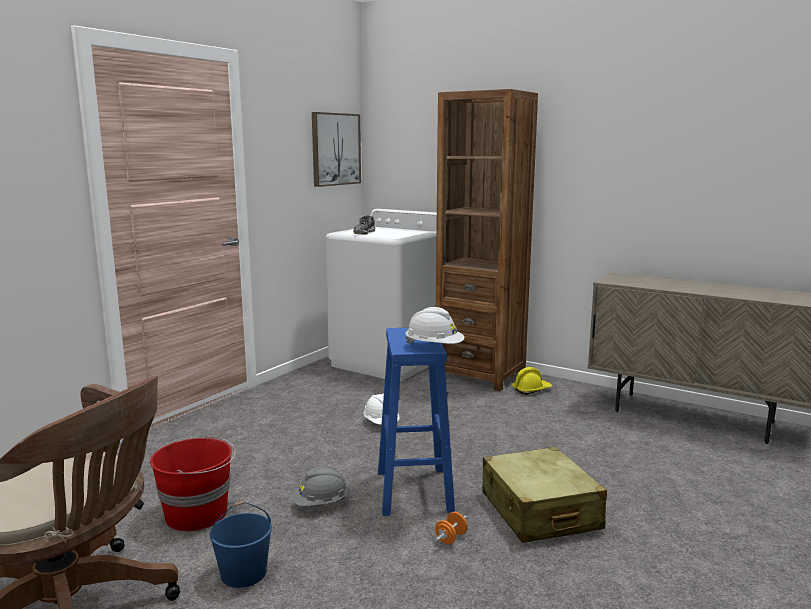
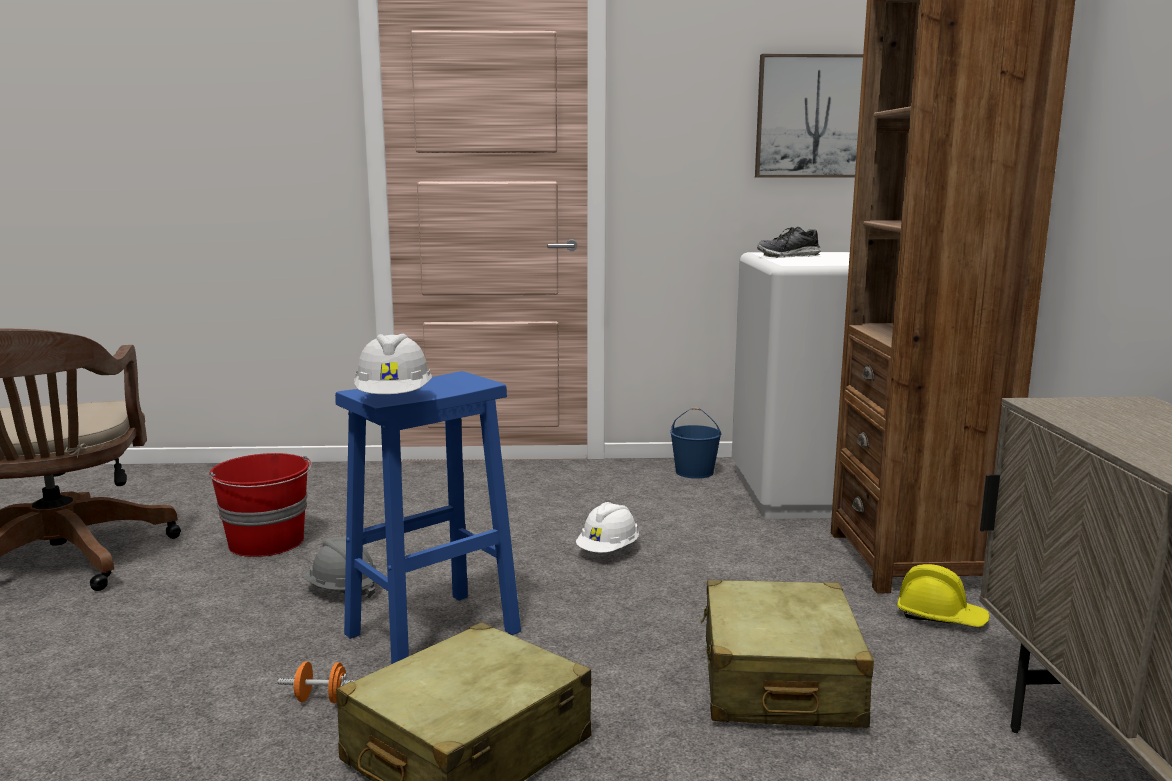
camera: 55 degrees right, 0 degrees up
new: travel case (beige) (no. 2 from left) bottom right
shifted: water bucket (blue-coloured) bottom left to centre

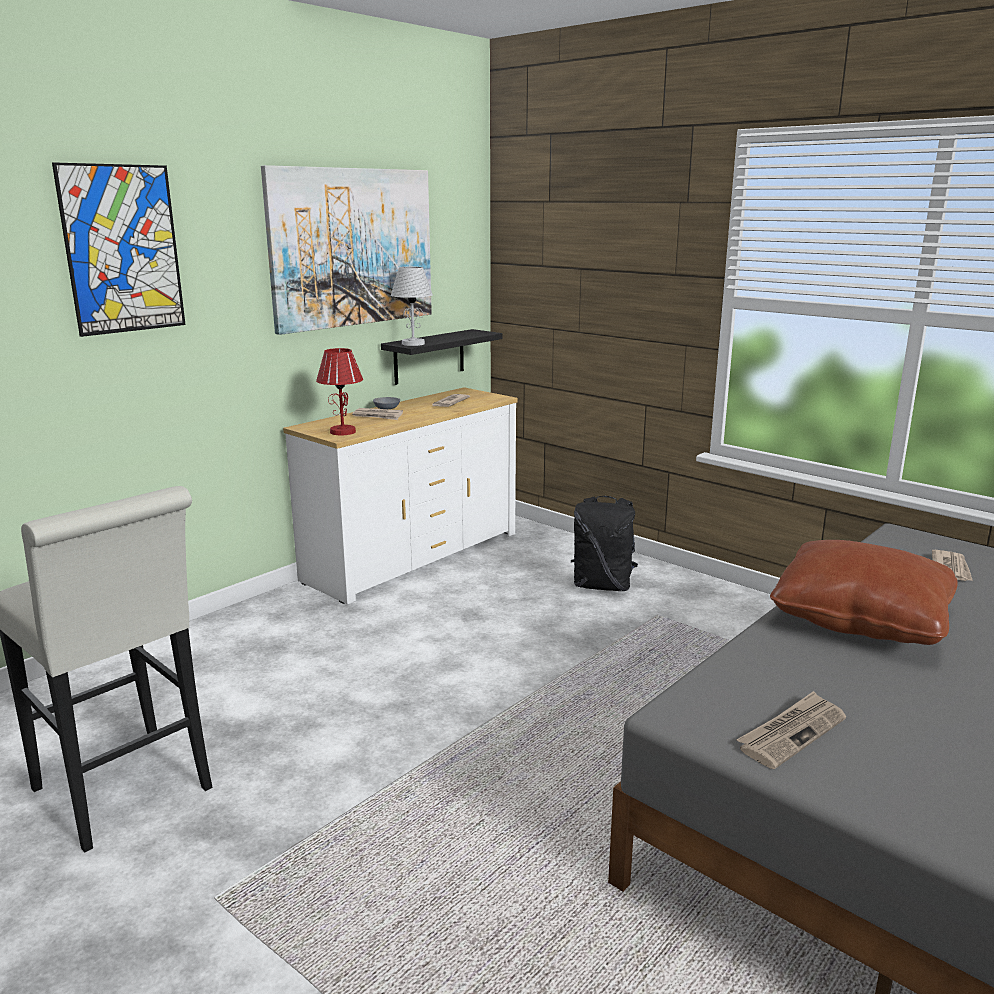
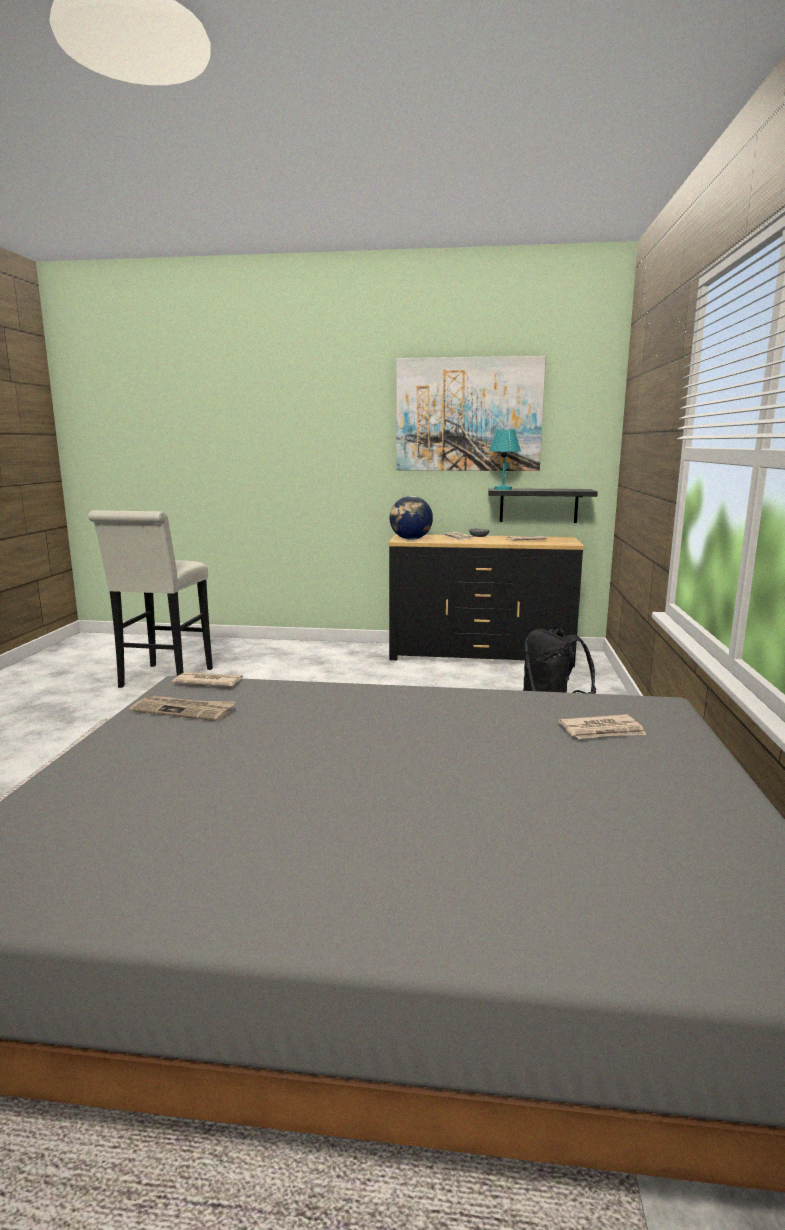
camera: 55 degrees right, 5 degrees down
gone: wall art (no. 1 from left) top left; throw pillow (brown) middle right
new: newspaper (no. 2 from left) middle left
swapped: lamp for a table (red) centre to desk globe centre
repainted: dresser (white-coloured) centre to dresser (black-coloured) centre; lamp for a table (white-coloured) top centre to lamp for a table (turquoise-coloured) centre

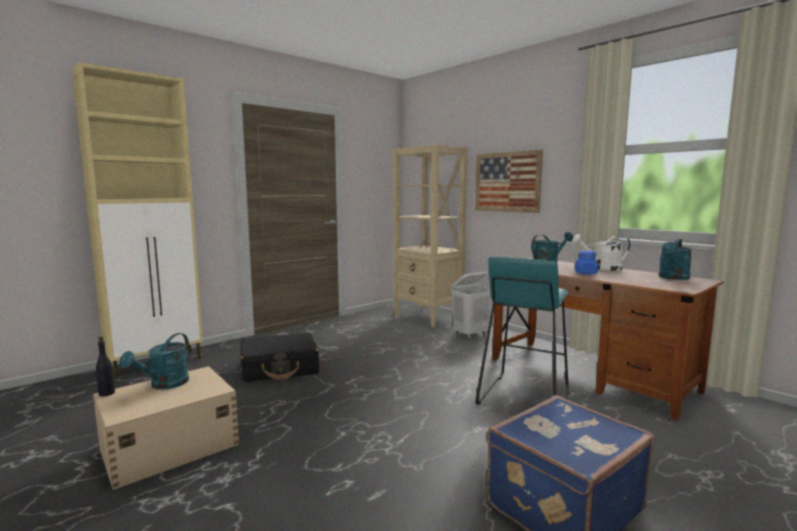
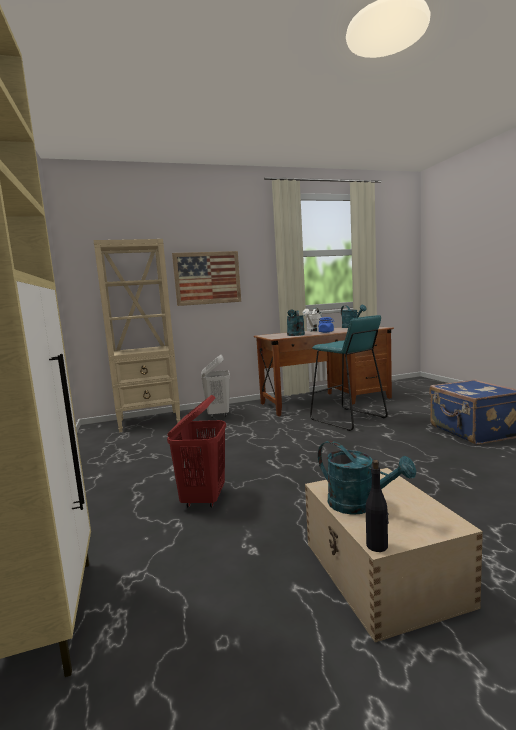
camera: 65 degrees left, 0 degrees up
swapped: travel case (black-coloured) bottom centre to washing basket (red) centre

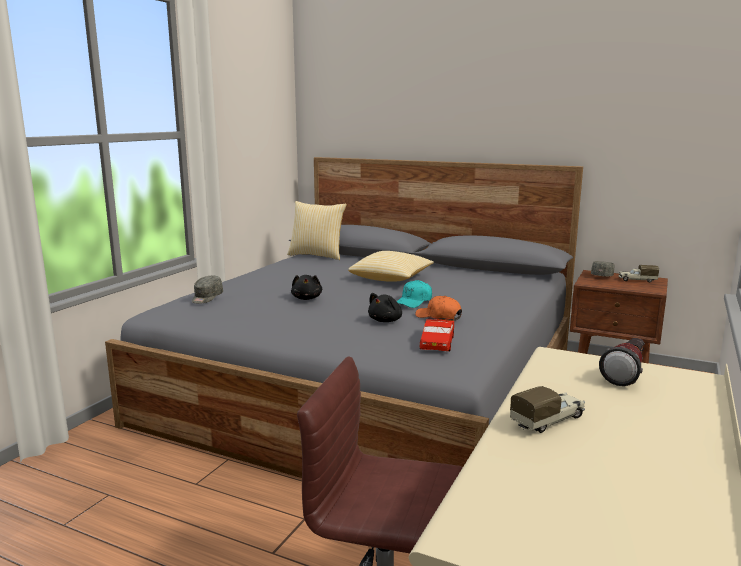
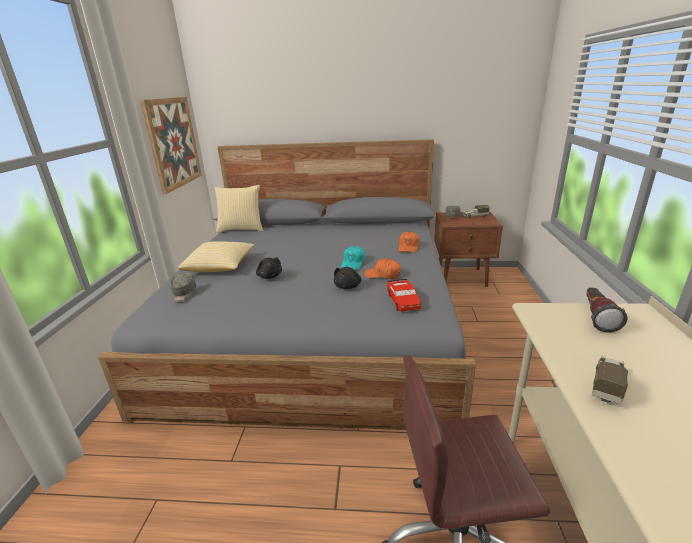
camera: 20 degrees left, 10 degrees up
new: wall art top left; baseball cap (orange) (no. 2 from left) centre
shifted: throw pillow (no. 2 from left in the first image) centre to throw pillow (no. 1 from left) middle left

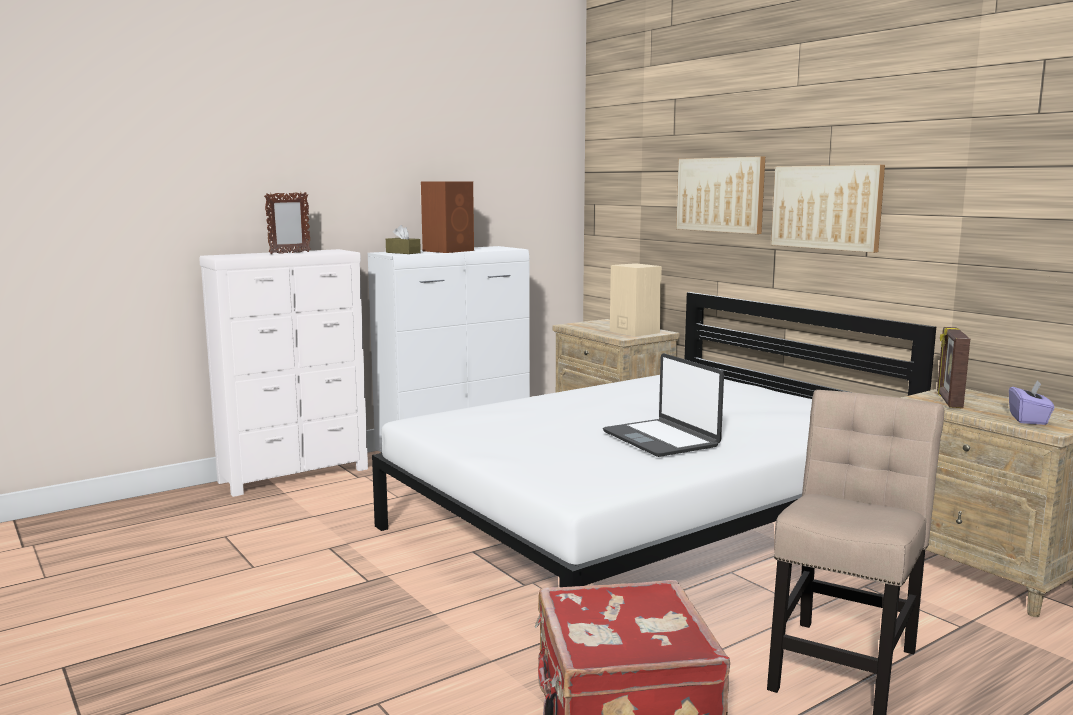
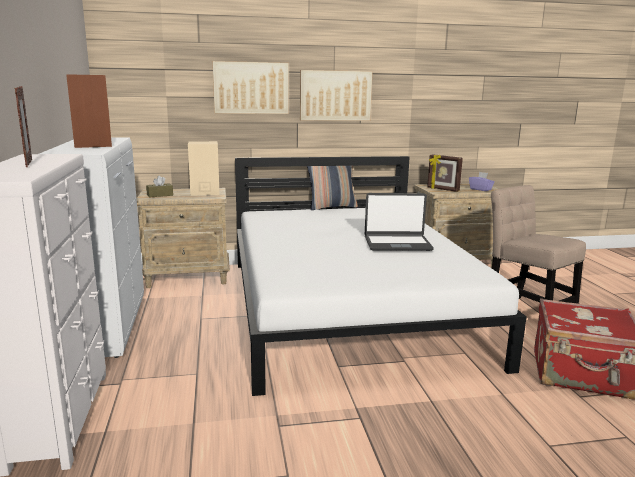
camera: 65 degrees left, 5 degrees up
new: throw pillow centre
shifted: box of tissues (brown) centre to middle left

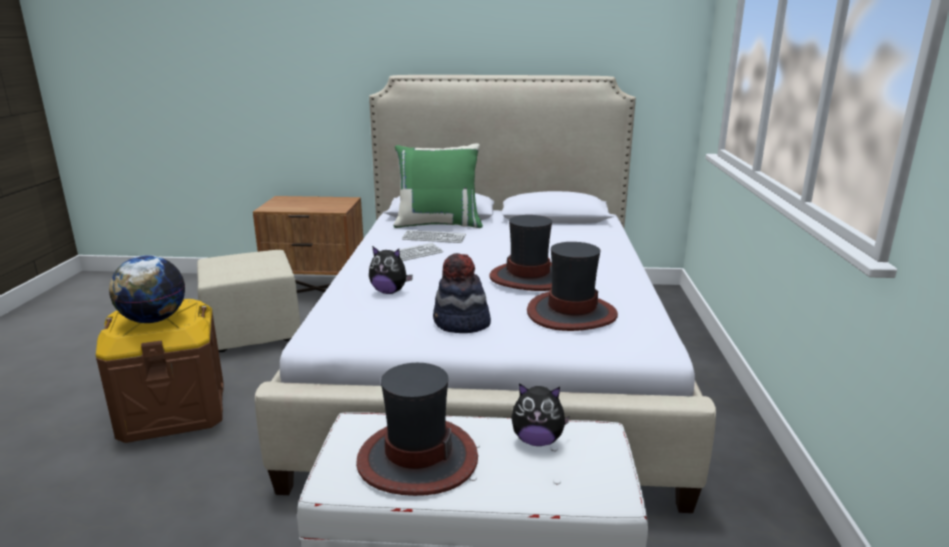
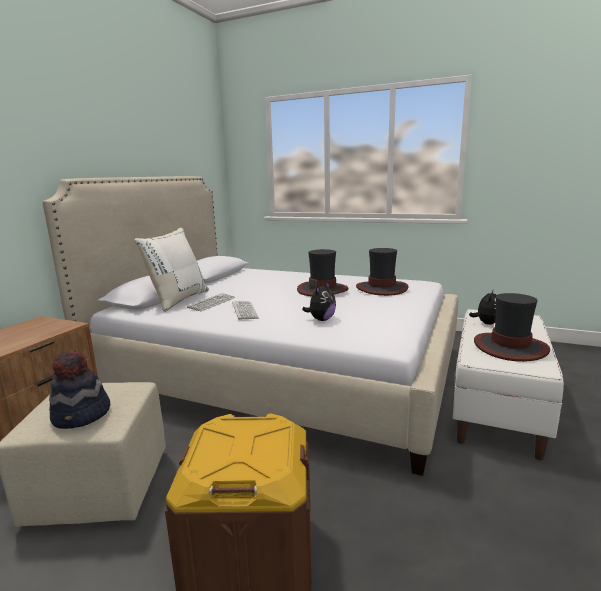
camera: 70 degrees left, 5 degrees down
gone: desk globe middle left
shifted: hat (no. 2 from left in the first image) centre to hat (no. 1 from left) middle left
repainted: throw pillow (green) centre to throw pillow (white-coloured) middle left

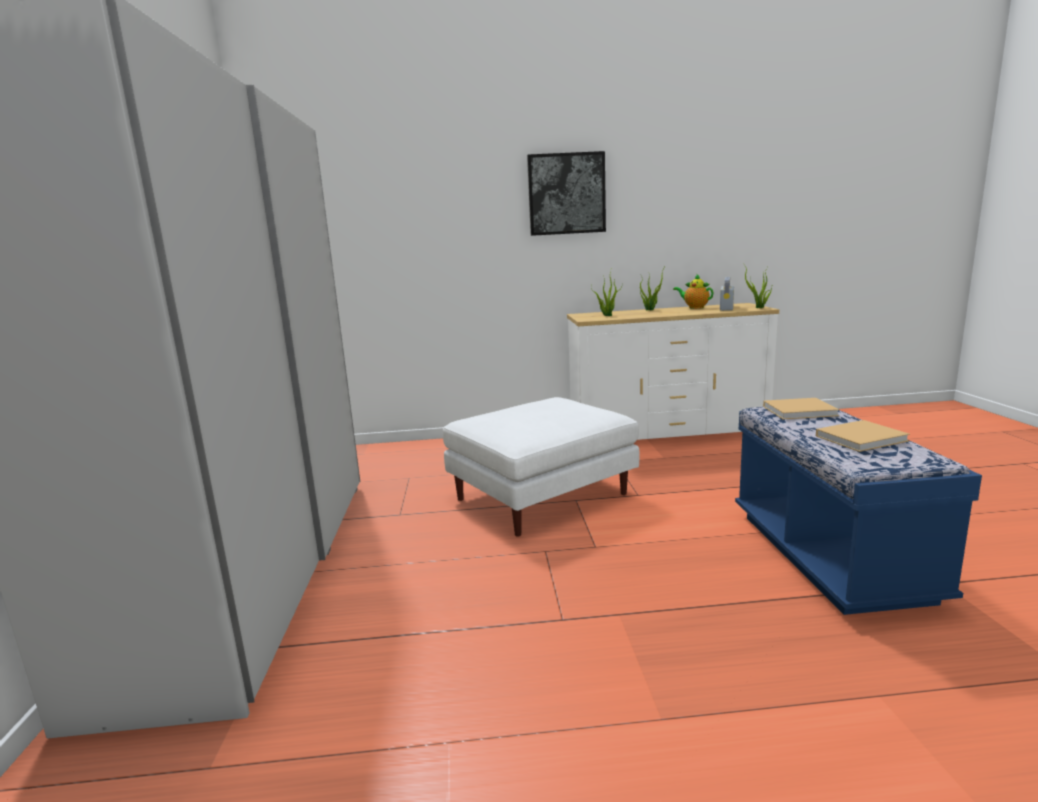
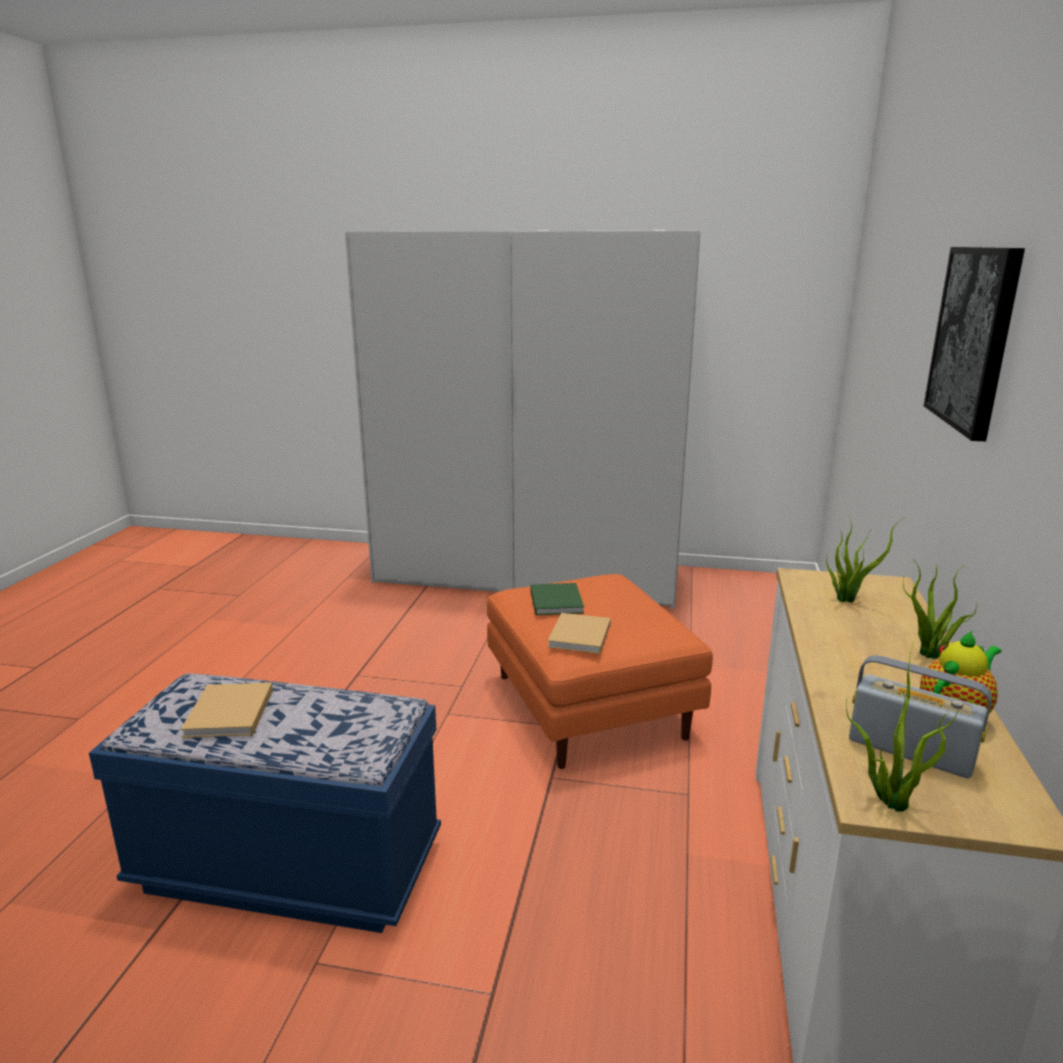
camera: 105 degrees right, 5 degrees up
new: bound book (green) centre
shifted: bound book (beige) (no. 1 from left in the first image) middle right to bound book (beige) (no. 2 from left) centre
repainted: ottoman (white-coloured) centre to ottoman (orange) centre

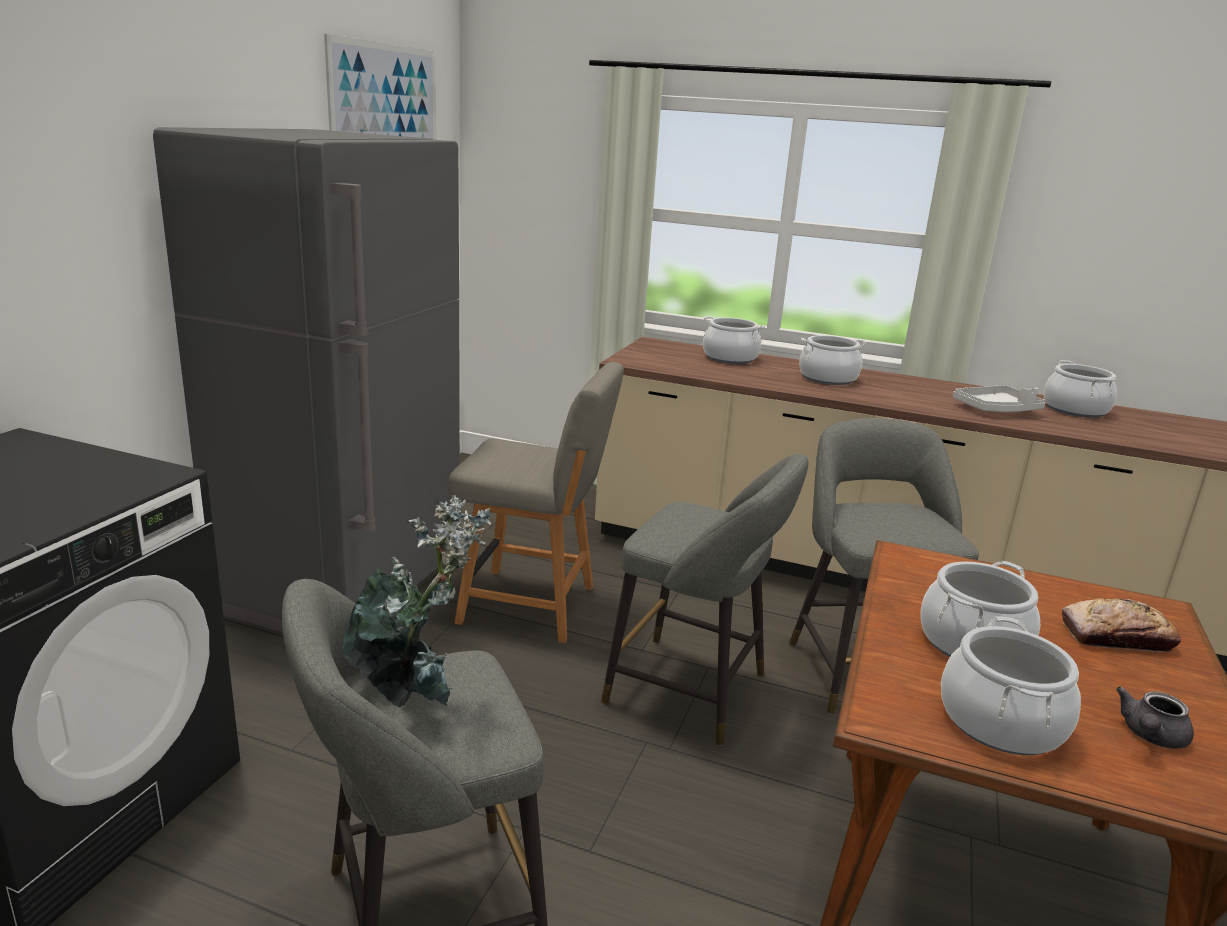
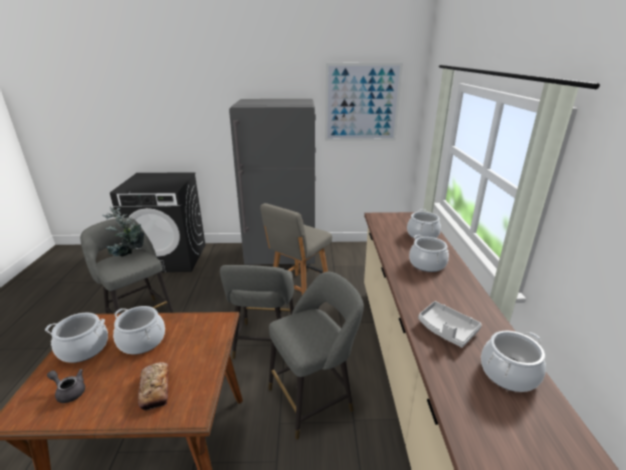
camera: 70 degrees right, 5 degrees up
rotated: plain chair (grey) centre = centre 45 degrees clockwise

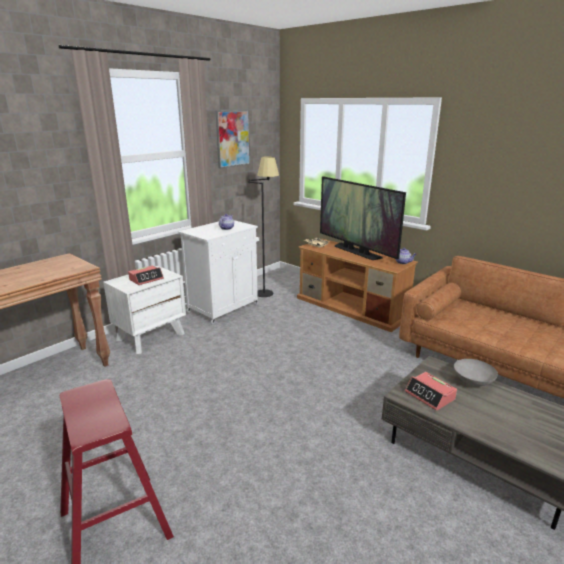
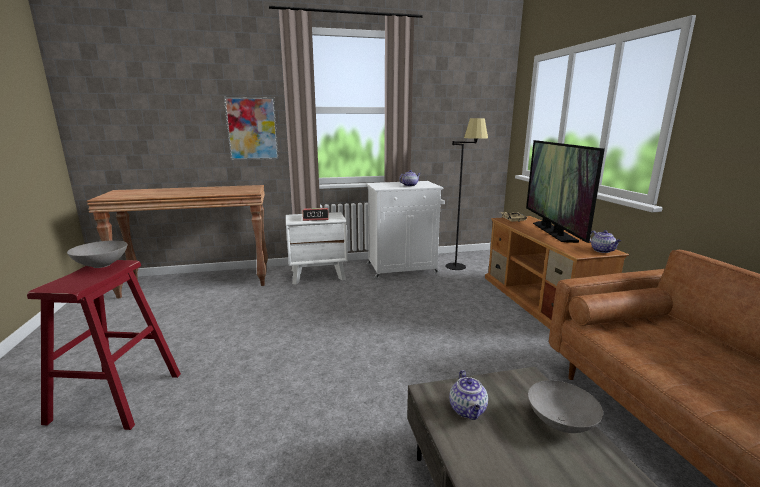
camera: 35 degrees right, 5 degrees down
new: deep dish (grey) (no. 1 from left) middle left
shifted: wall art top centre to top left
swapped: alarm clock (no. 2 from left) bottom right to pot for tea (no. 2 from left) bottom centre

